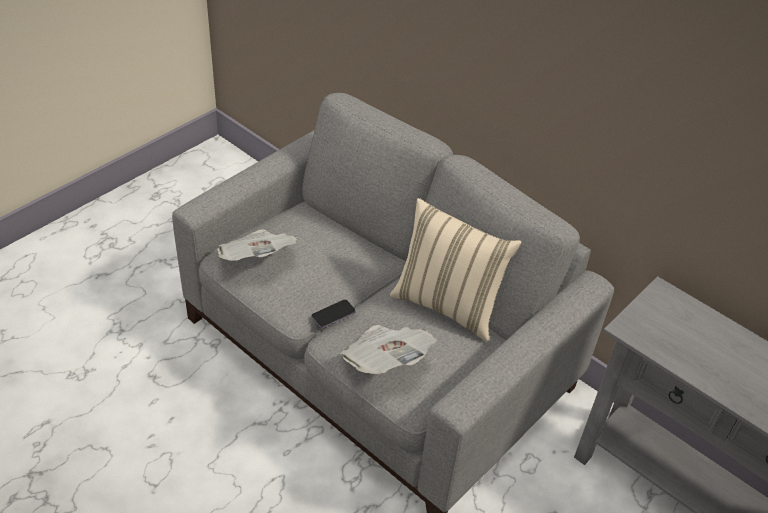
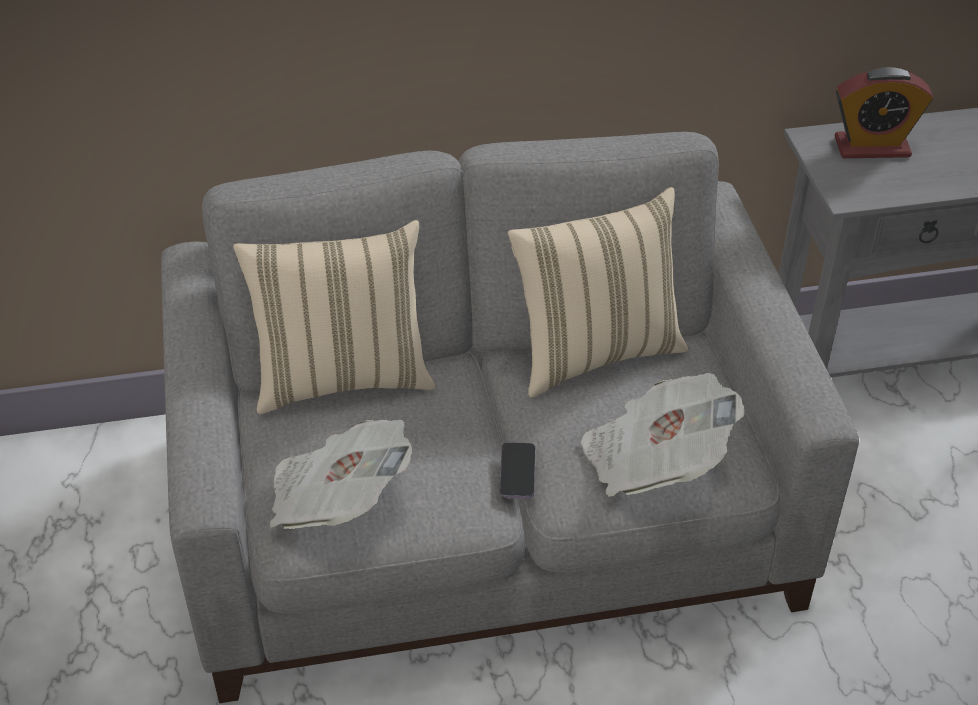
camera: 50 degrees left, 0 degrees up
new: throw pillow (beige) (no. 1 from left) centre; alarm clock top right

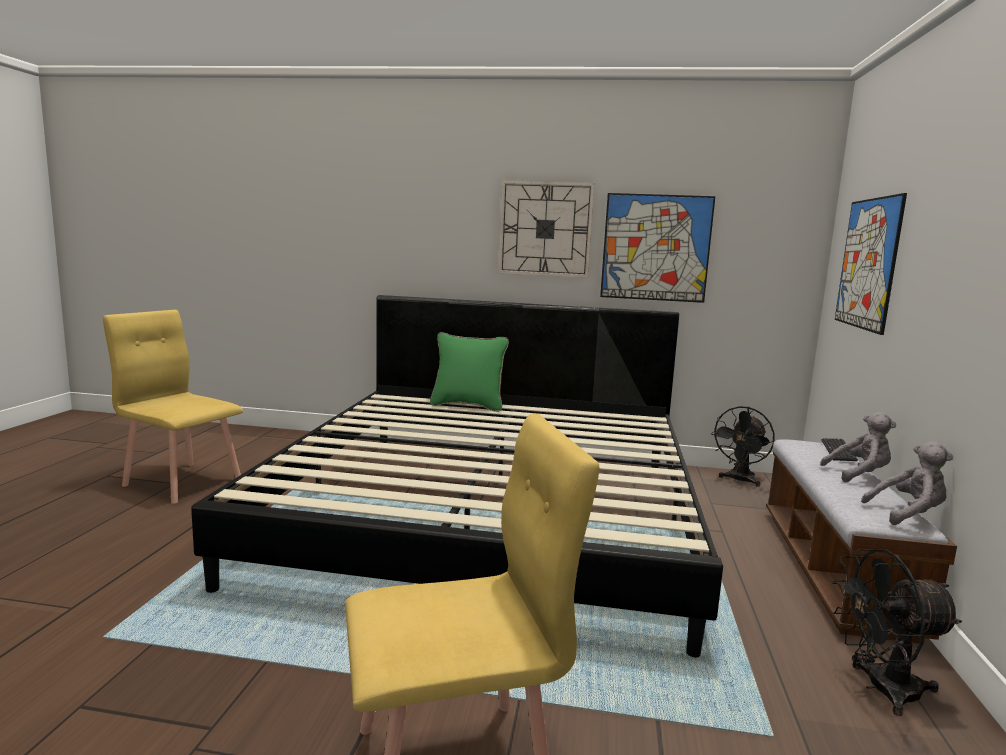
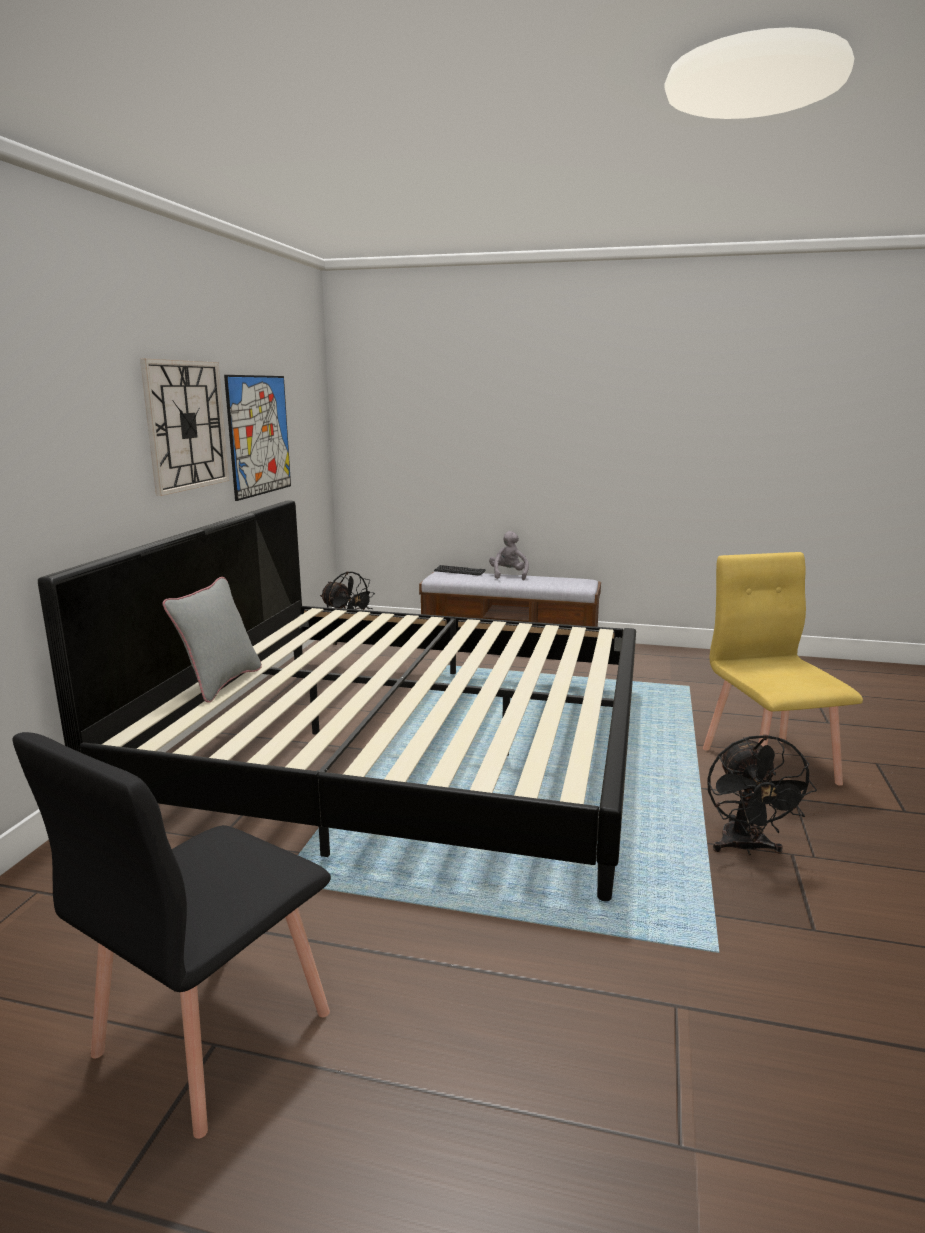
camera: 85 degrees left, 5 degrees up
gone: wall art (no. 2 from left) middle right; cuddly toy (grey) (no. 2 from left) middle right
shifted: cooling fan (black-coloured) (no. 2 from left) bottom right to middle right
repainted: plain chair (yellow) (no. 1 from left) middle left to plain chair (black-coloured) bottom left; throw pillow (green) centre to throw pillow (grey) middle left

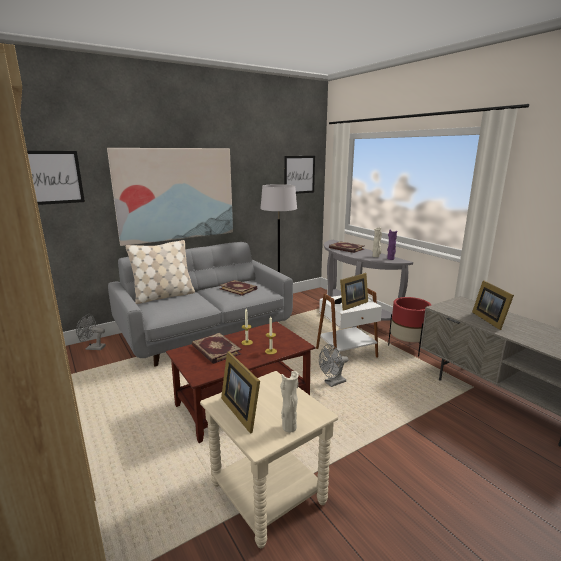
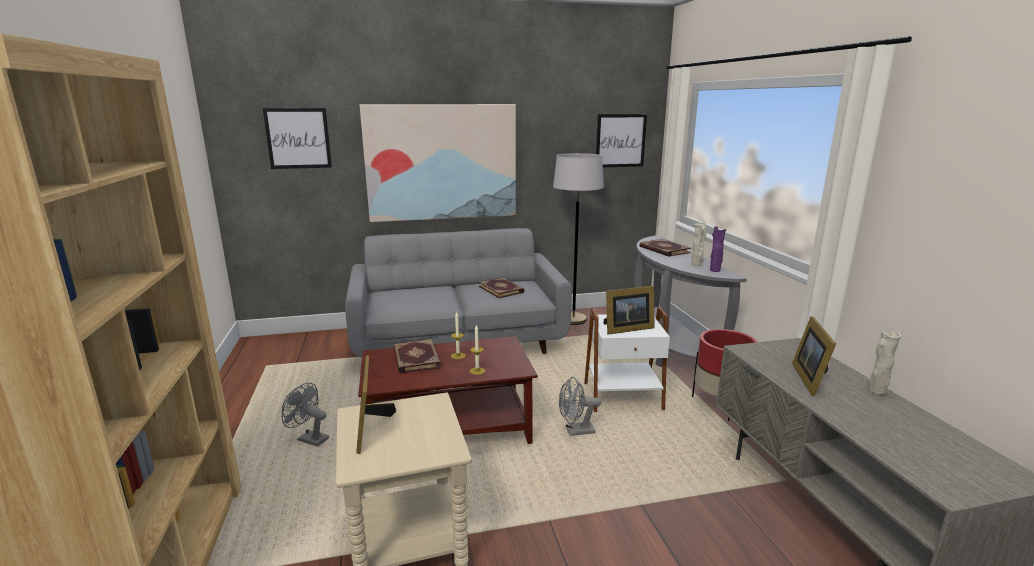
camera: 20 degrees right, 0 degrees up
gone: throw pillow (beige) middle left
shifted: cooling fan (grey) (no. 1 from left) middle left to bottom left; vase (beige) (no. 1 from left in the first image) bottom centre to vase (beige) (no. 2 from left) middle right

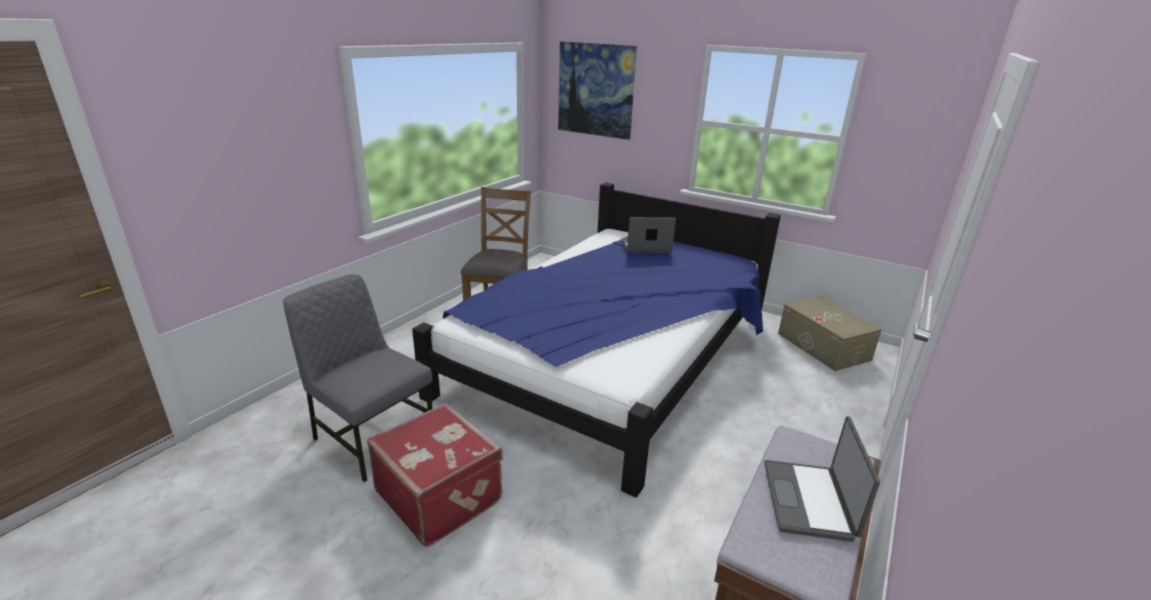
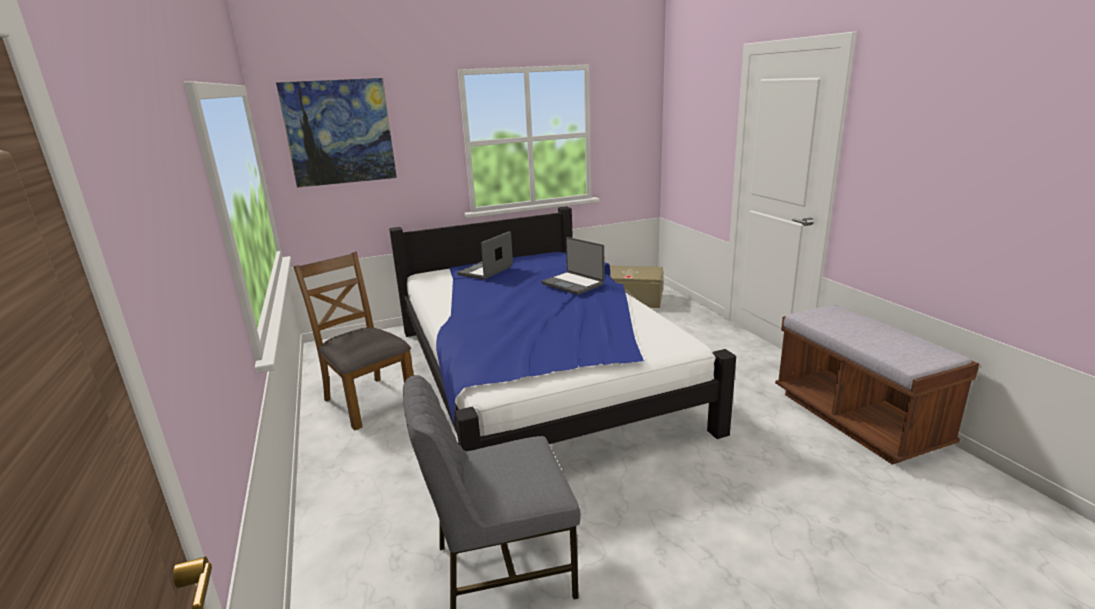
camera: 50 degrees left, 5 degrees down
gone: travel case (red) bottom centre
shifted: portable computer (no. 2 from left) bottom right to centre

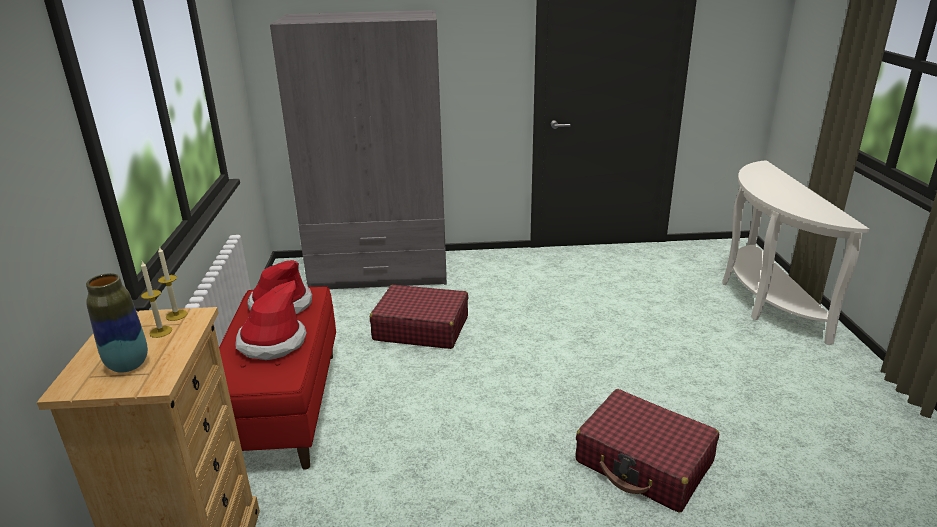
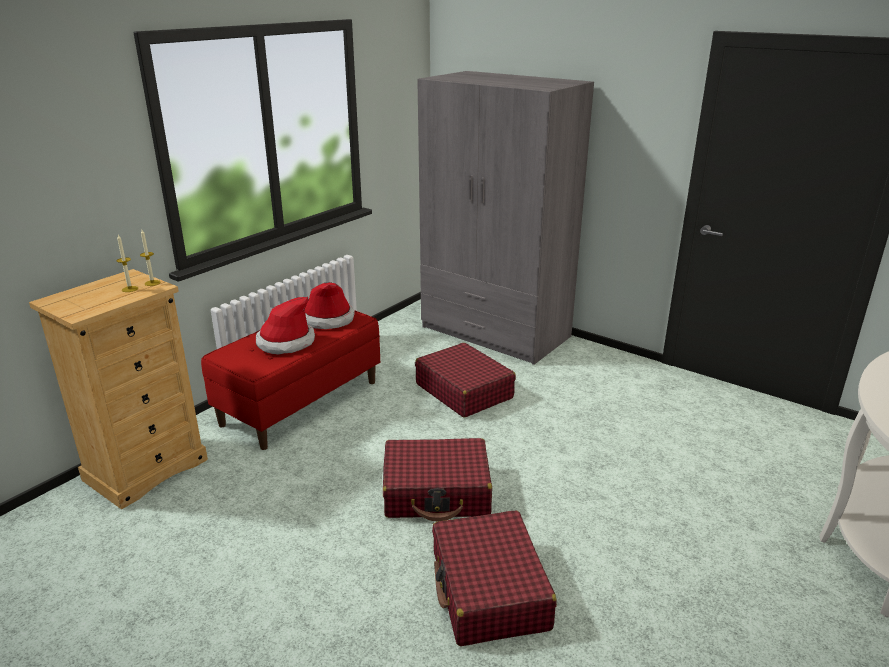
camera: 40 degrees right, 0 degrees up
gone: vase middle left
new: travel case (red) (no. 1 from left) bottom centre

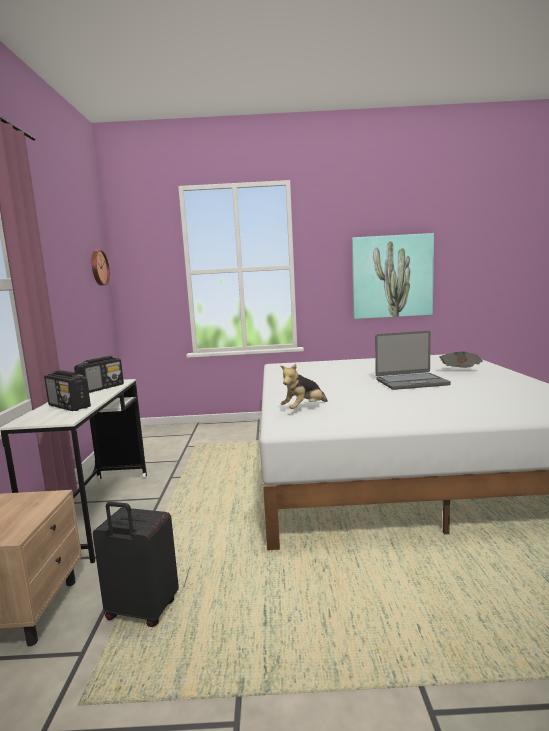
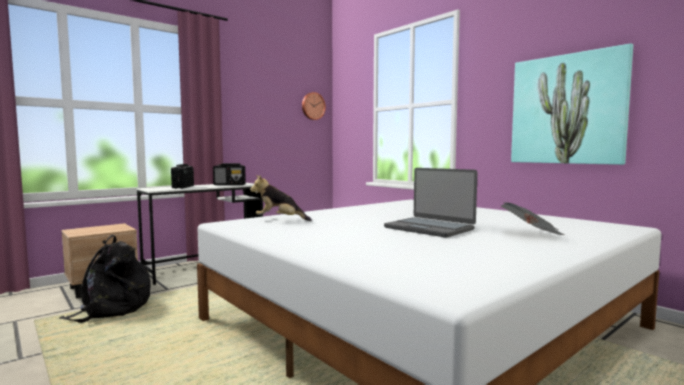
camera: 50 degrees right, 5 degrees down
swapped: travel case (black-coloured) bottom left to knapsack (black-coloured) bottom left

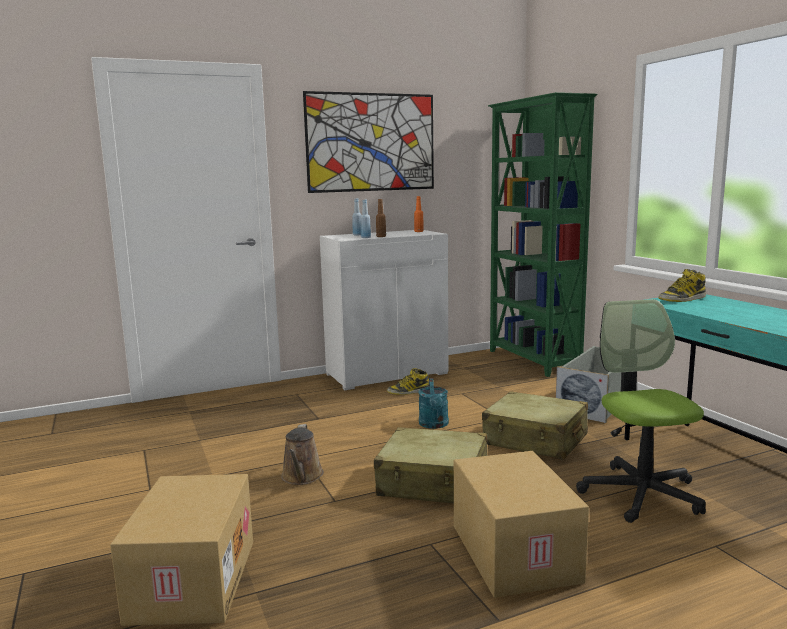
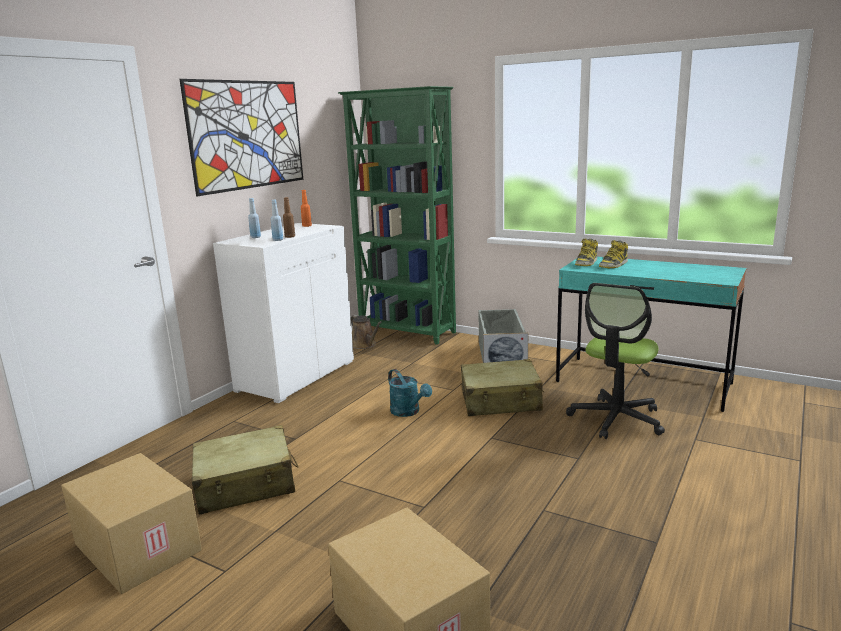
camera: 35 degrees left, 5 degrees up
shifted: watering pot (brown) bottom centre to centre; travel case (beige) (no. 1 from left) bottom centre to bottom left; high-top boot (no. 1 from left in the first image) centre to high-top boot (no. 2 from left) middle right; cardboard box (no. 2 from left in the first image) bottom centre to cardboard box (no. 1 from left) bottom left
rotated: computer chair middle right = middle right 105 degrees counterclockwise

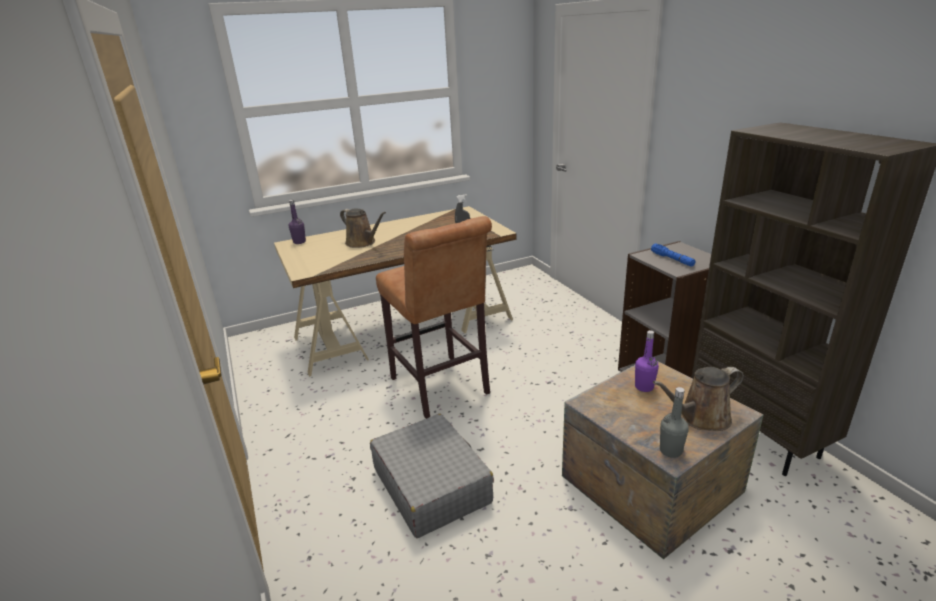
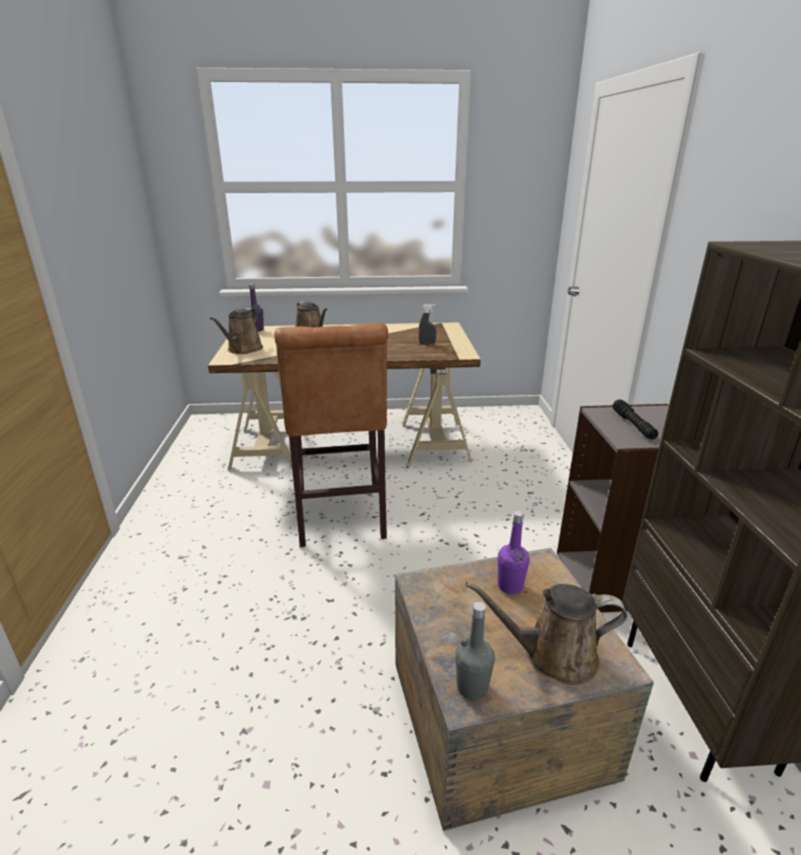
camera: 20 degrees right, 0 degrees up
gone: travel case (grey) bottom centre
new: watering pot (brown) (no. 1 from left) middle left
repainted: hand torch (blue-coloured) middle right to hand torch (black-coloured) middle right

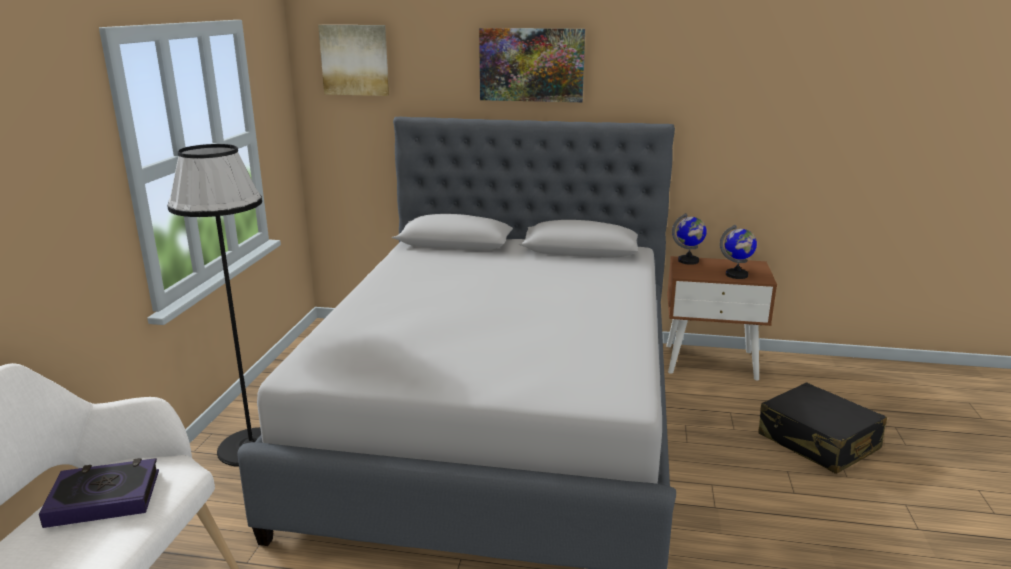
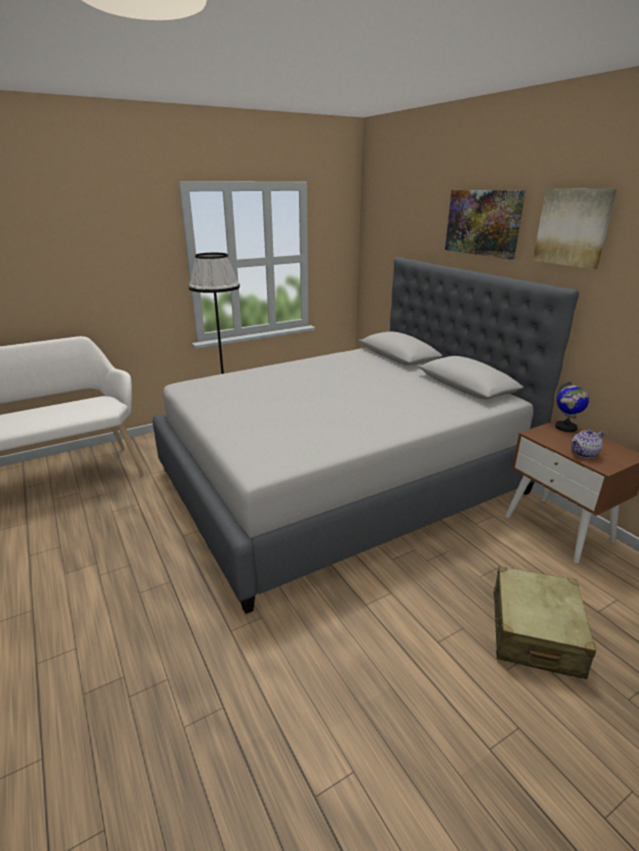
camera: 50 degrees right, 5 degrees up
gone: bound book bottom left
shifted: wall art (no. 1 from left in the first image) top centre to wall art (no. 2 from left) top right
swapped: desk globe (no. 2 from left) middle right to pot for tea middle right
repainted: travel case (black-coloured) bottom right to travel case (beige) bottom right

